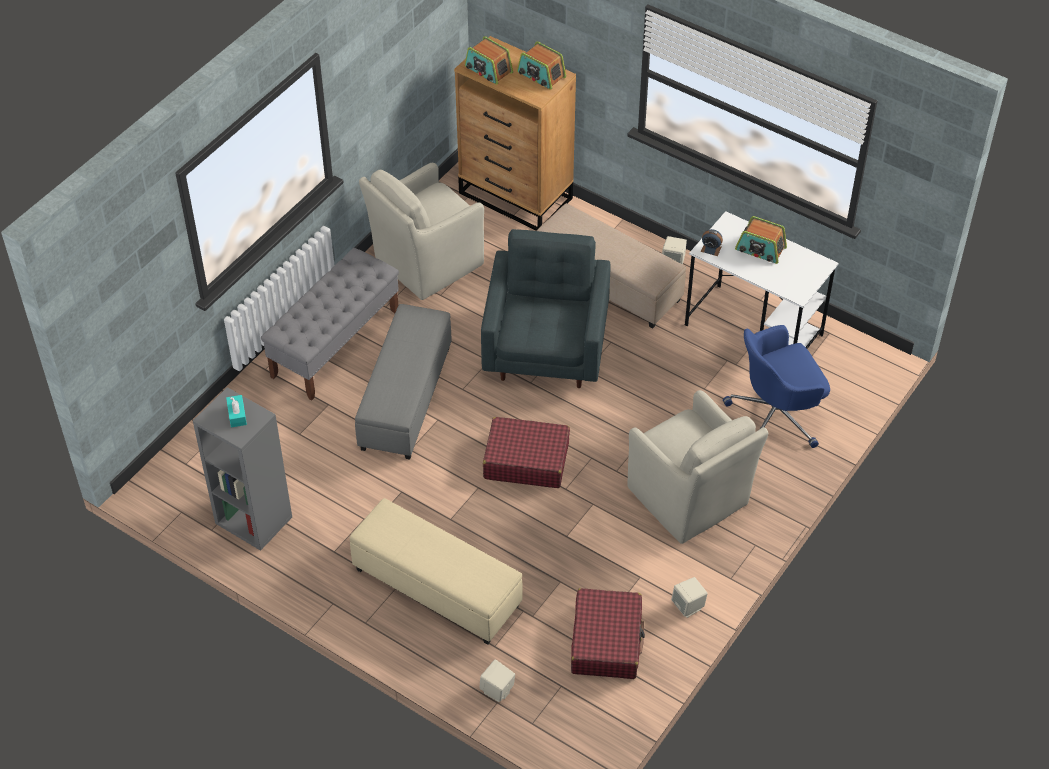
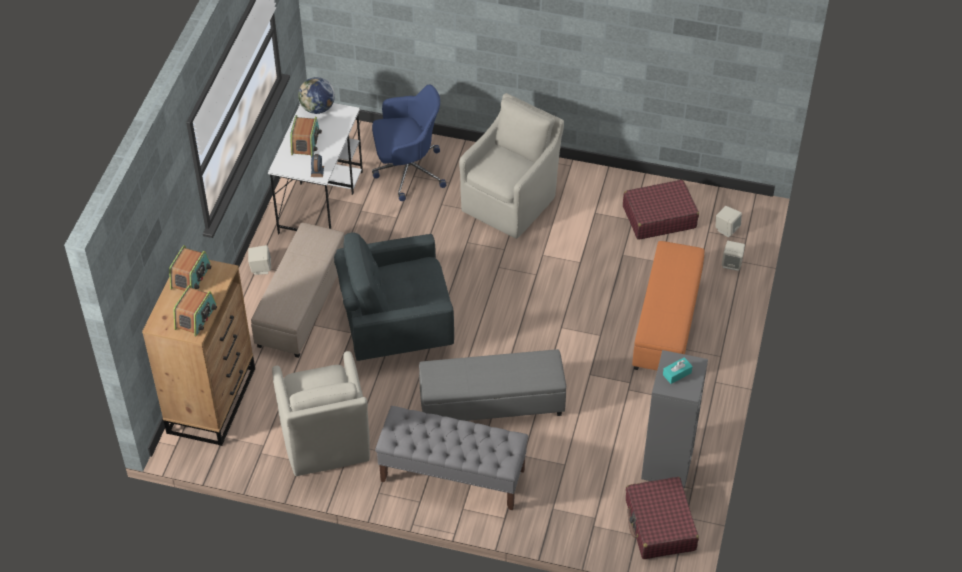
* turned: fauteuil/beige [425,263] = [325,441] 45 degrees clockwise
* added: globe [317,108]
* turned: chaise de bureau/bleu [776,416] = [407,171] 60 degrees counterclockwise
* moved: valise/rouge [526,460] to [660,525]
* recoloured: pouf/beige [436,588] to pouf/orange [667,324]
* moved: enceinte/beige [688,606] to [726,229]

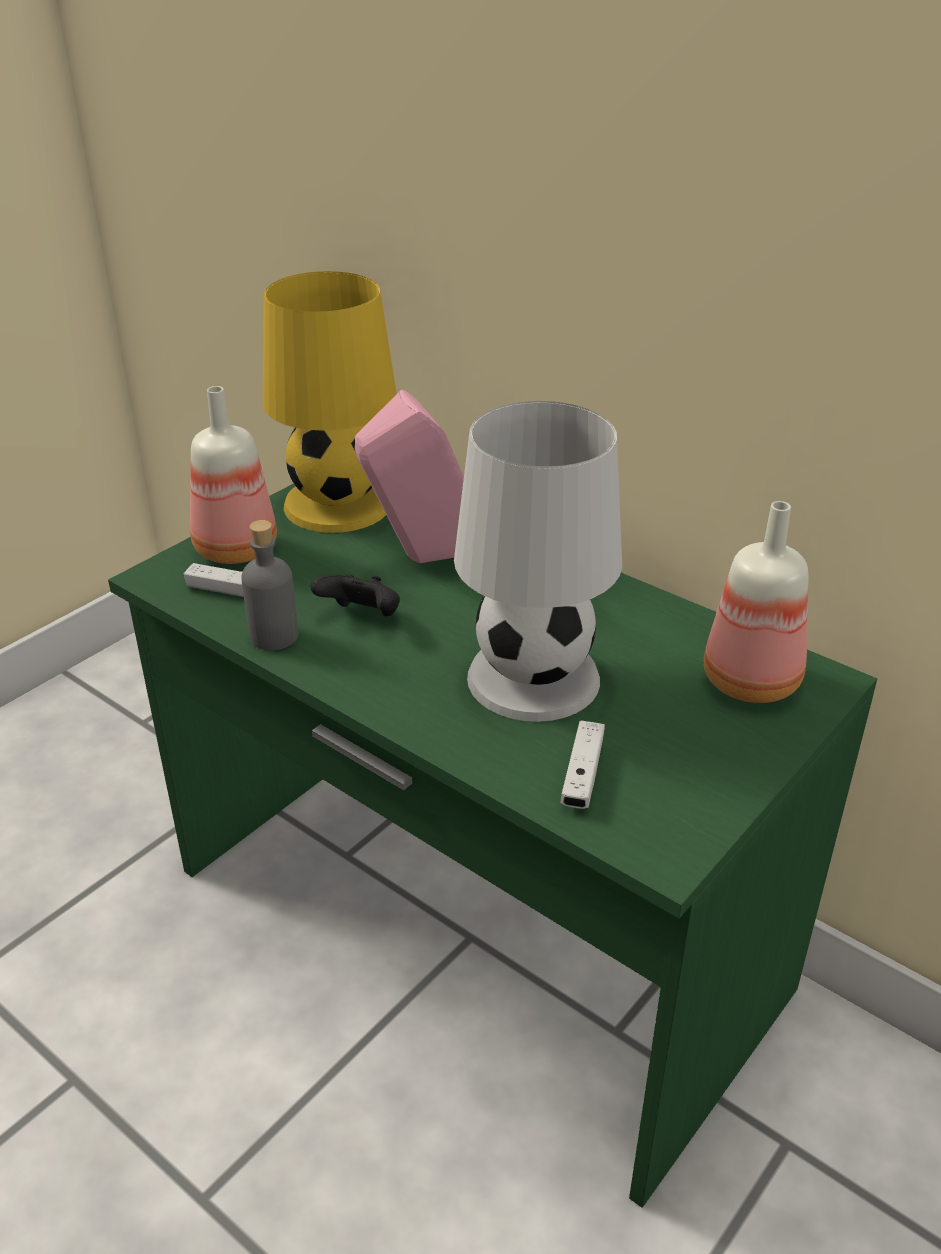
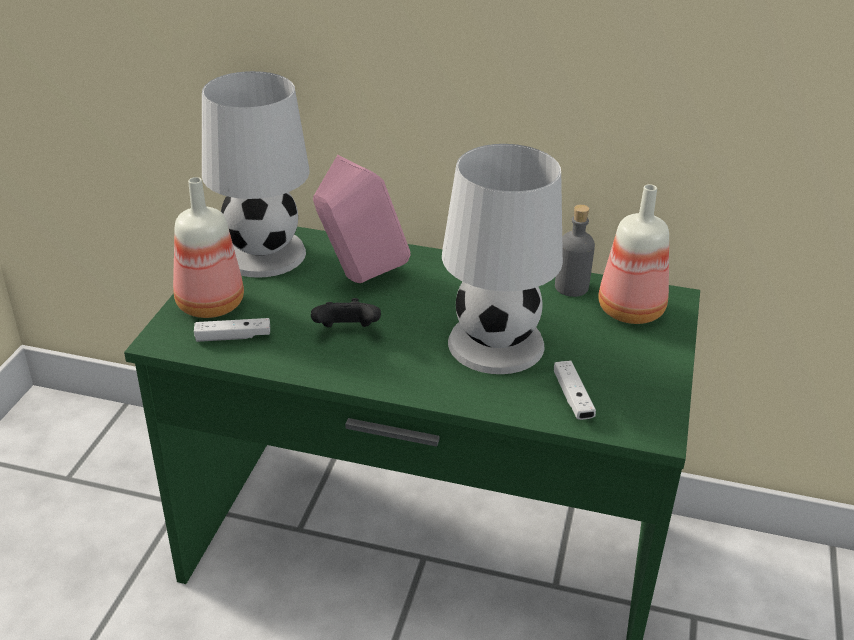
* recoloured: lampe de table/jaune [339,504] to lampe de table/blanc [264,253]
* moved: bouteille/gris [274,636] to [571,287]

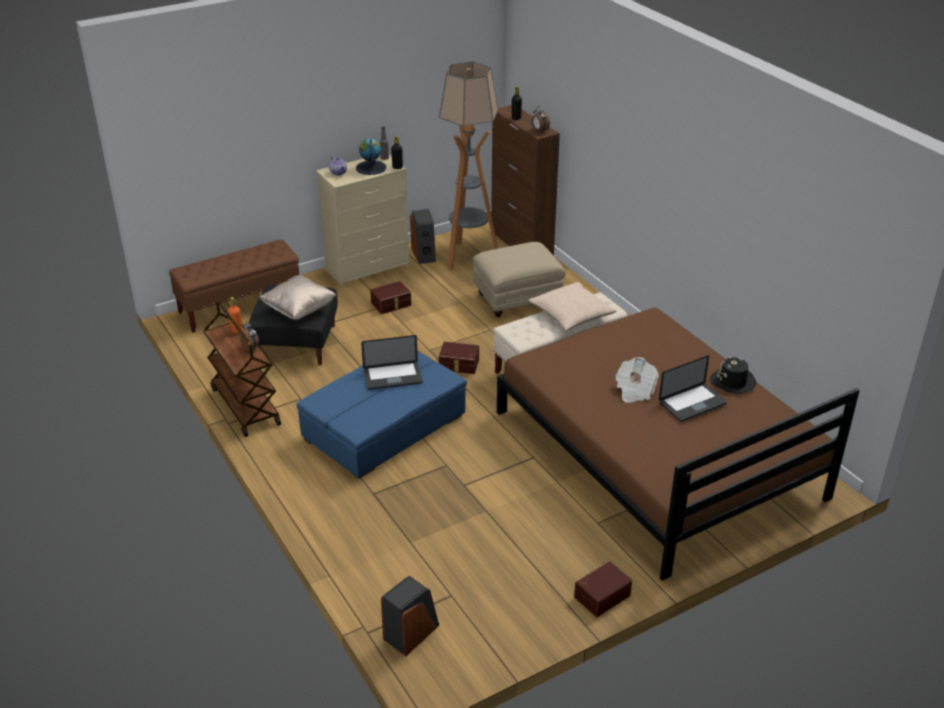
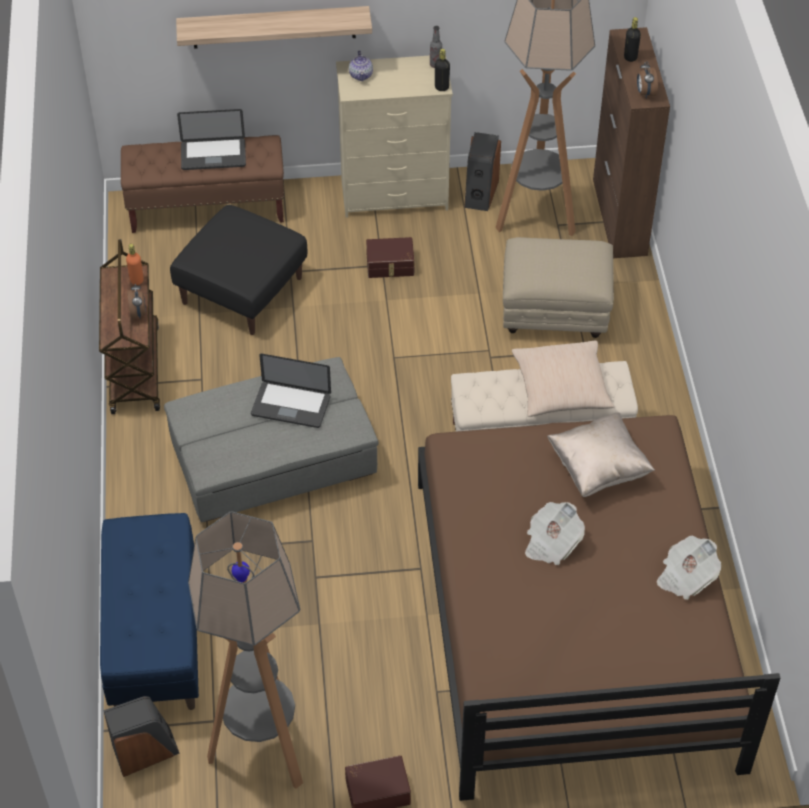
* added: banc/bleu [154,636]
* recoloured: pouf/bleu [384,427] to pouf/gris [273,458]
* added: étagère [274,27]
* moved: ordinateur portable [692,403] to [213,155]
* added: lampadaire [263,748]
* moved: coussin/beige [299,310] to [598,468]
* replaced: chapeau/noir [732,382] to journal [685,577]
* removed: globe [371,168]
* removed: boîte de rangement/marron [459,365]

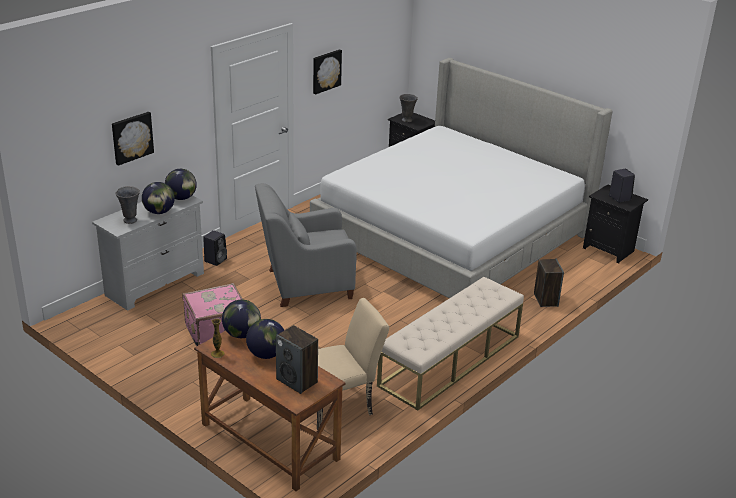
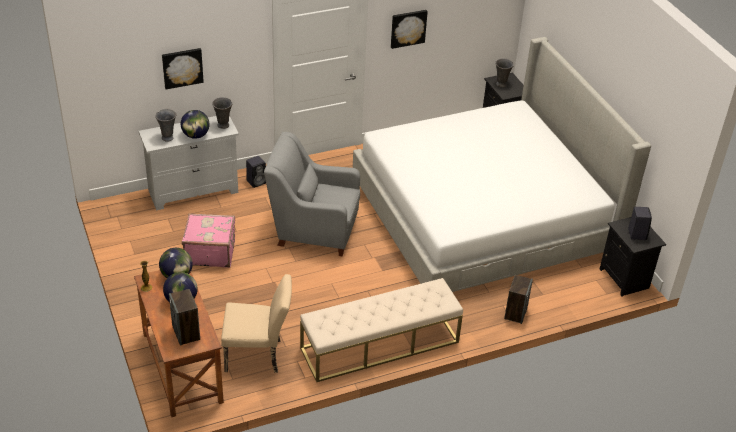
* replaced: globe [181,198] to vase/gris [223,126]

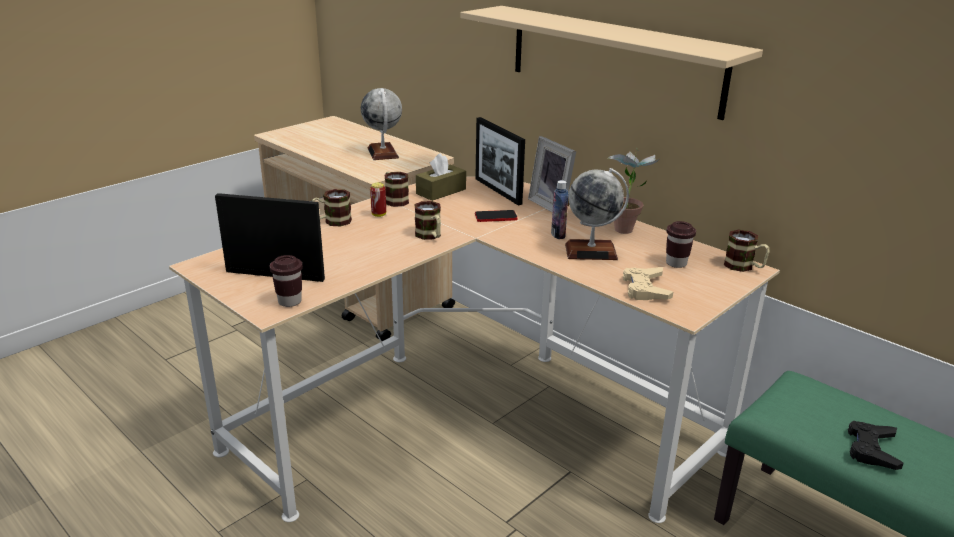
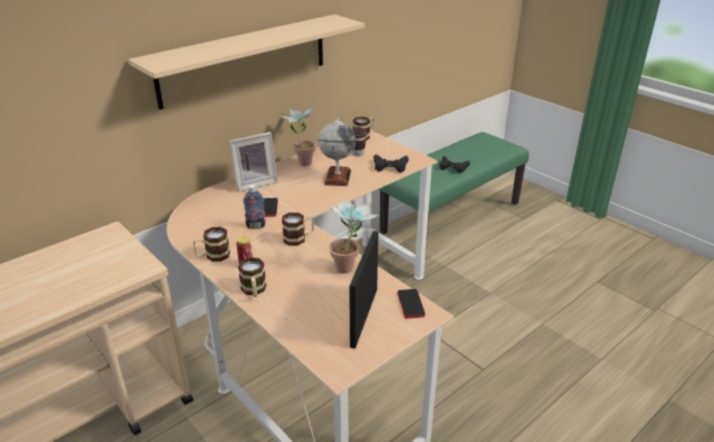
* moved: bouteille [558,235] to [256,226]
* added: plante en pot [351,268]
* recoloured: manette/beige [645,288] to manette/noir [390,166]
* replaced: tasse/marron [290,301] to téléphone [410,304]
* removed: globe [383,153]
* removed: boîte à mouchoirs/marron [441,191]
* removed: cadre photo [498,191]

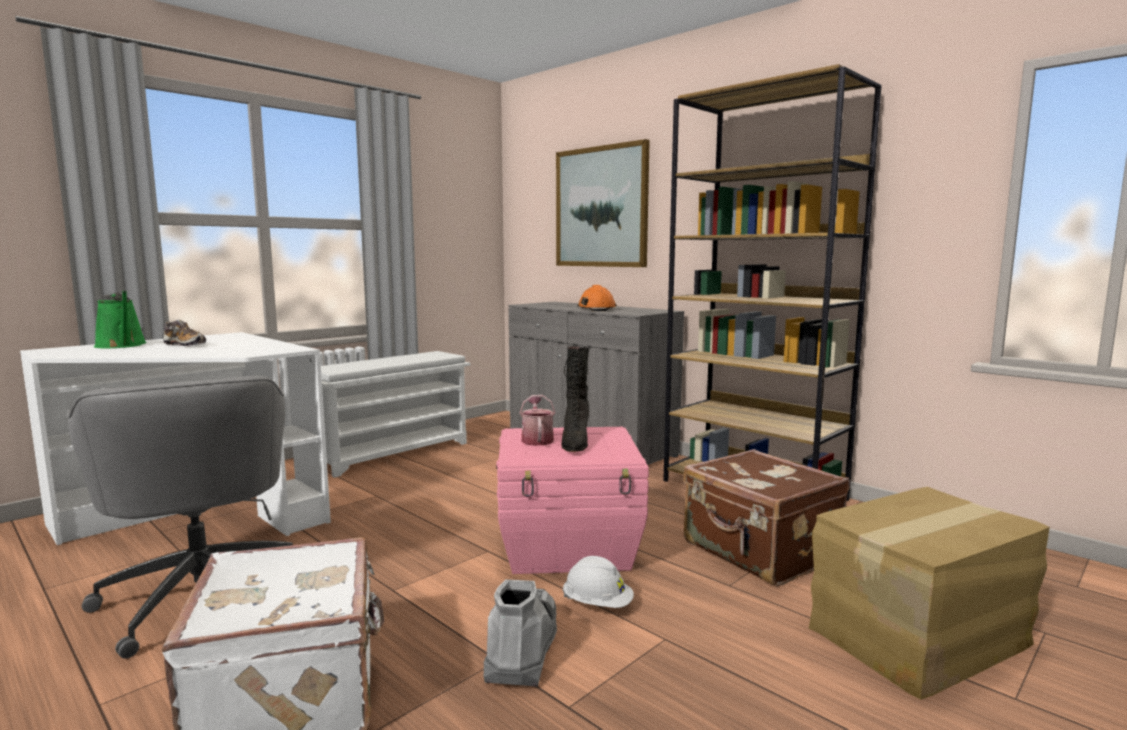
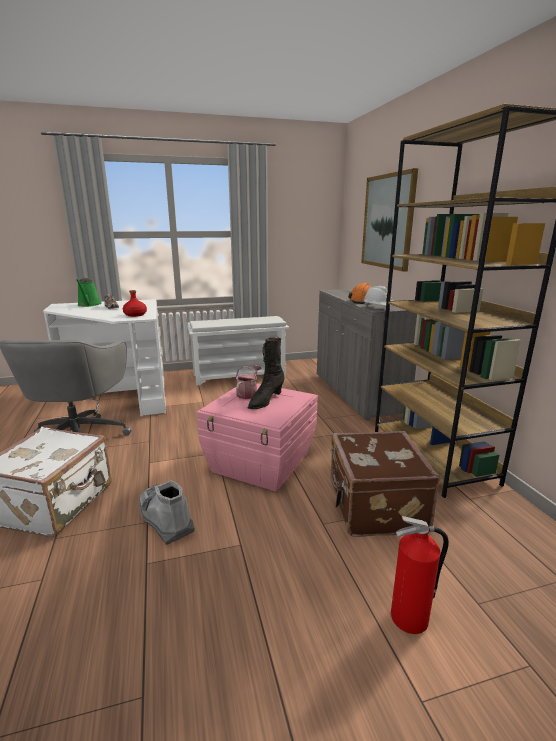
* added: bouteille/rouge [135,315]
* turned: botte/gris [522,648] = [165,519] 75 degrees counterclockwise
* moved: casque de chantier/blanc [597,605] to [378,308]
* replaced: carton [921,637] to extincteur [410,618]

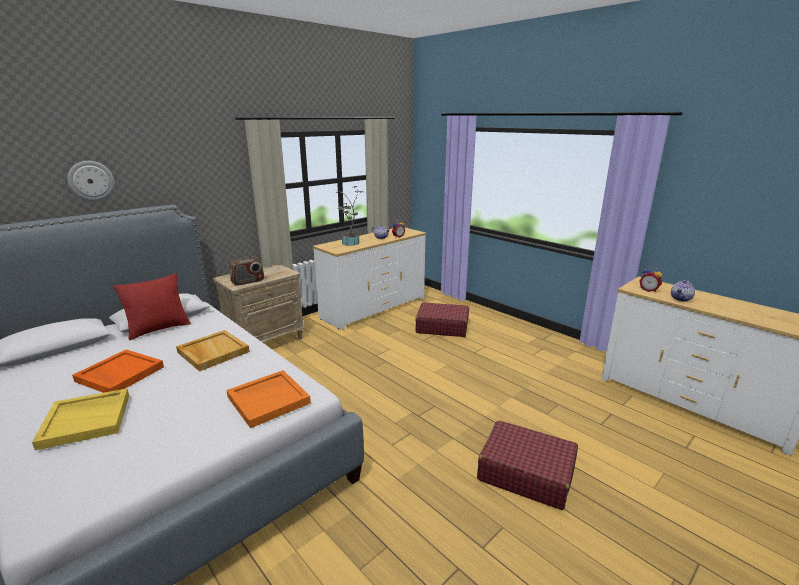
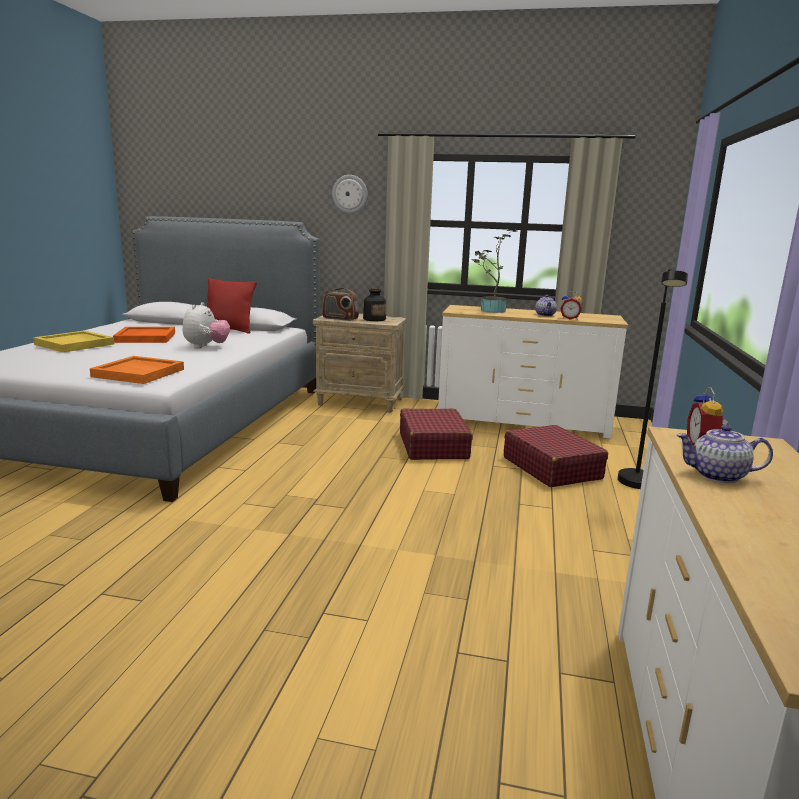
* replaced: plateau/beige [212,352] to peluche [206,347]
* moved: horloge murale [91,180] to [350,194]
* added: bouteille [374,319]
* moved: valise/rouge [525,473] to [433,446]
* added: lampadaire/noir [638,485]

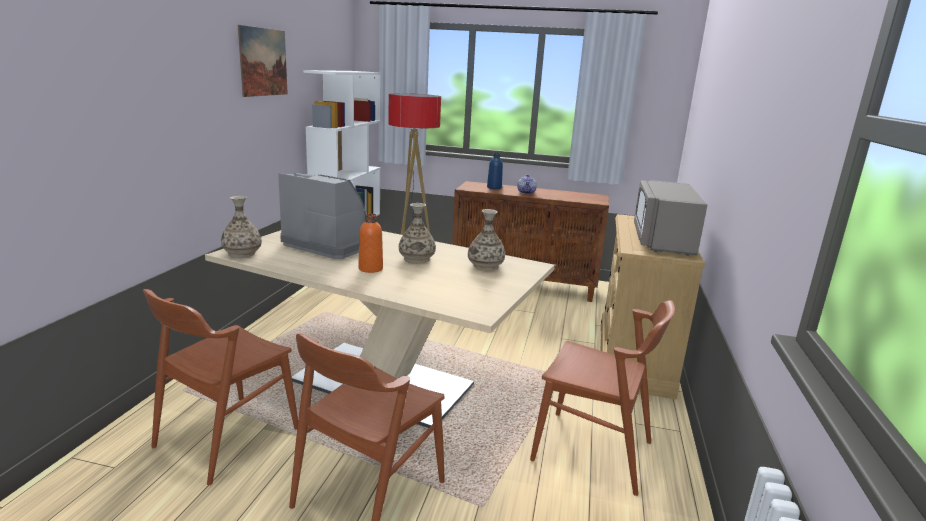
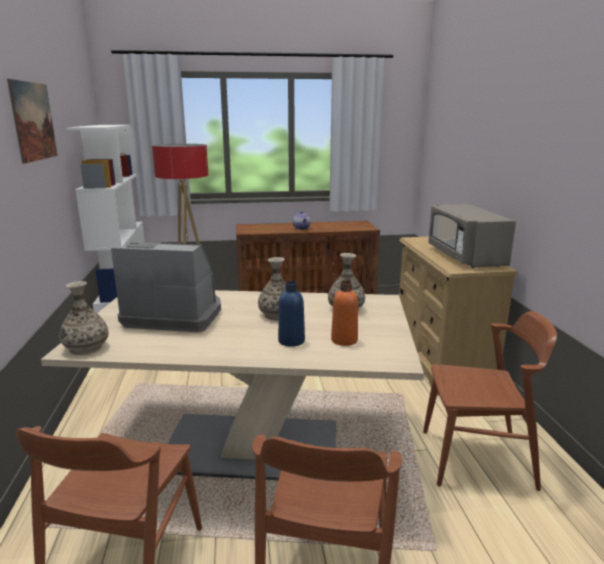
* moved: bouteille/bleu [494,188] to [291,341]
* moved: bouteille/orange [370,269] to [344,340]

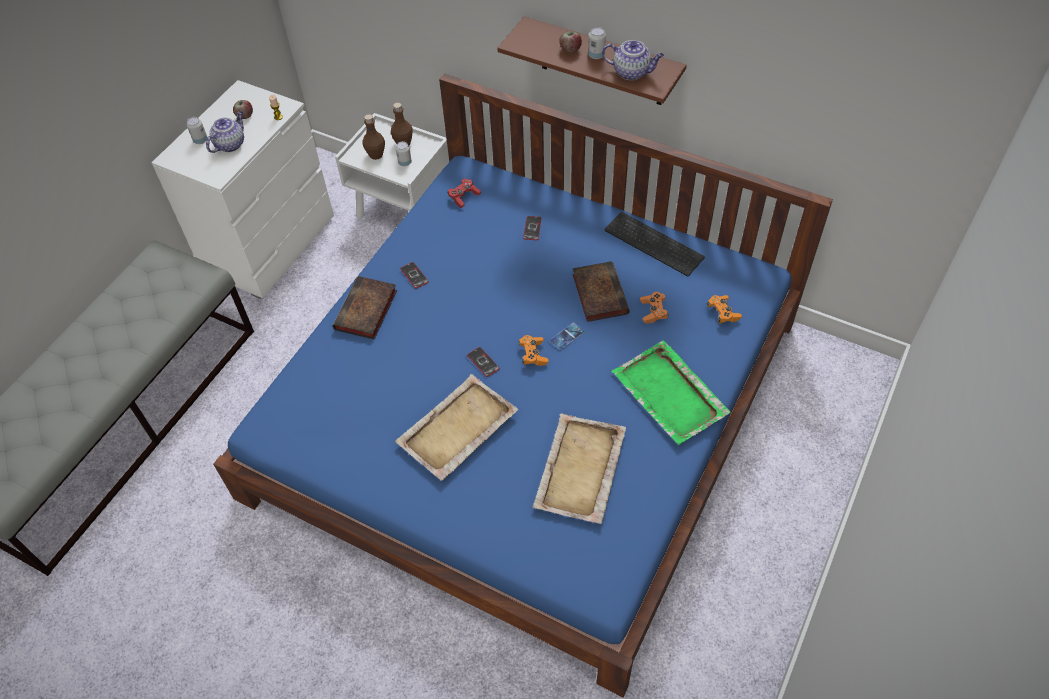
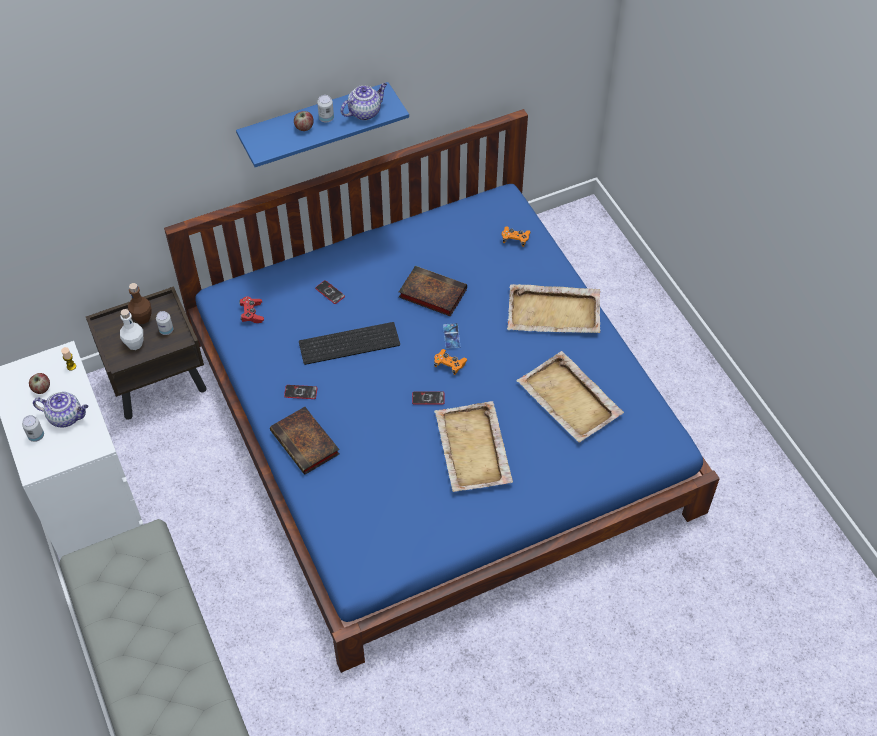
* turned: théière [230,144] = [66,417] 120 degrees clockwise
* recoloured: table de chevet/blanc [404,211] to table de chevet/marron [158,383]
* recoloured: bouteille/marron [376,155] to bouteille/blanc [135,344]
* recoloured: étagère/marron [602,62] to étagère/bleu [315,124]
* moved: clavier [655,243] to [350,342]
* recoloured: plateau/vert [670,395] to plateau/beige [554,312]
* removed: manette/orange [653,311]

